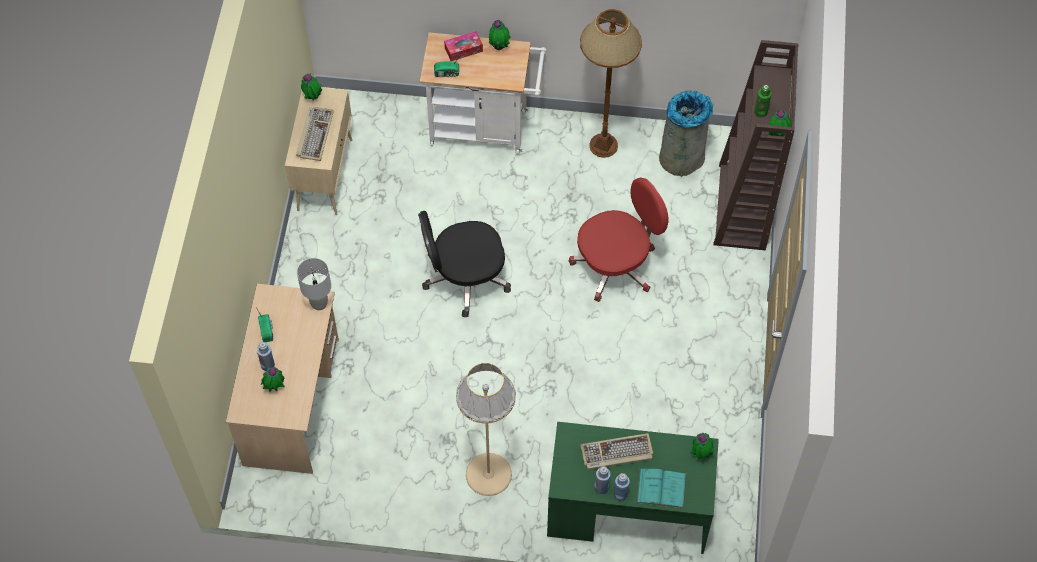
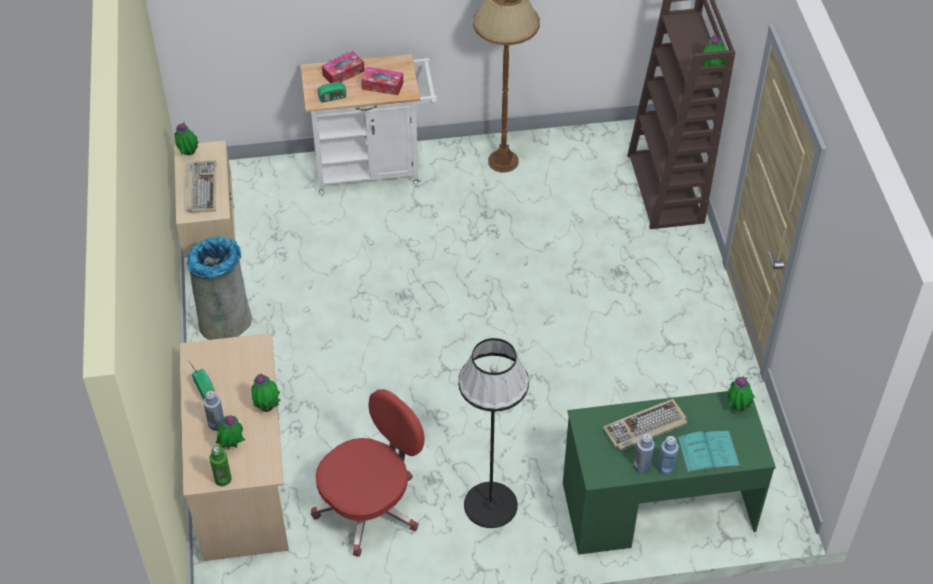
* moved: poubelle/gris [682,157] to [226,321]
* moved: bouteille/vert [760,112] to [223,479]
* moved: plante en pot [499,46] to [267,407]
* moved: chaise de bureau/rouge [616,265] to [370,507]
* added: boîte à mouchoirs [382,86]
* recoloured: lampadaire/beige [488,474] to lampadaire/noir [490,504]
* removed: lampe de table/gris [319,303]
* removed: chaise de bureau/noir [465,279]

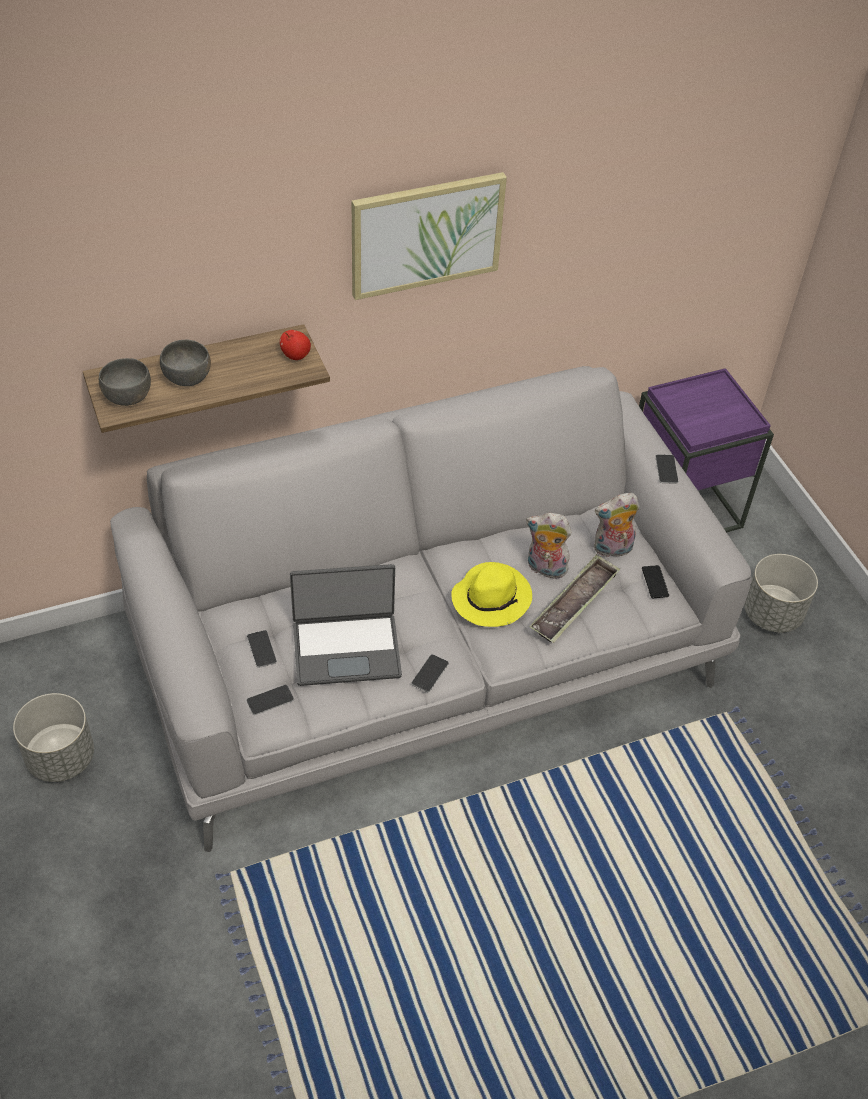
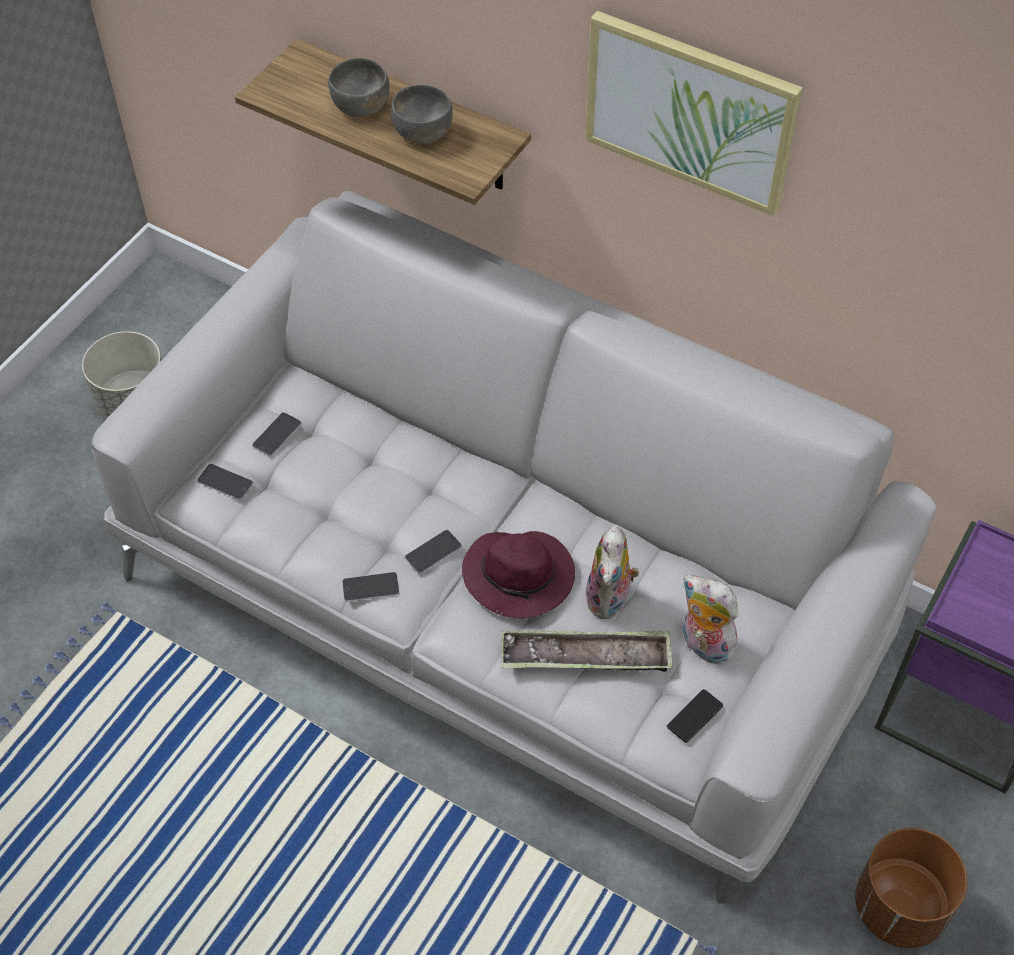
* moved: bol/gris [127,396] to [422,132]
* moved: téléphone [666,469] to [433,552]
* recoloured: chapeau/jaune [492,597] to chapeau/violet [520,576]
* turned: peluche [544,569] = [610,599] 150 degrees counterclockwise
* recoloured: cache-pot/gris [772,614] to cache-pot/marron [899,908]
* removed: pomme [295,355]
* removed: ordinateur portable [346,648]

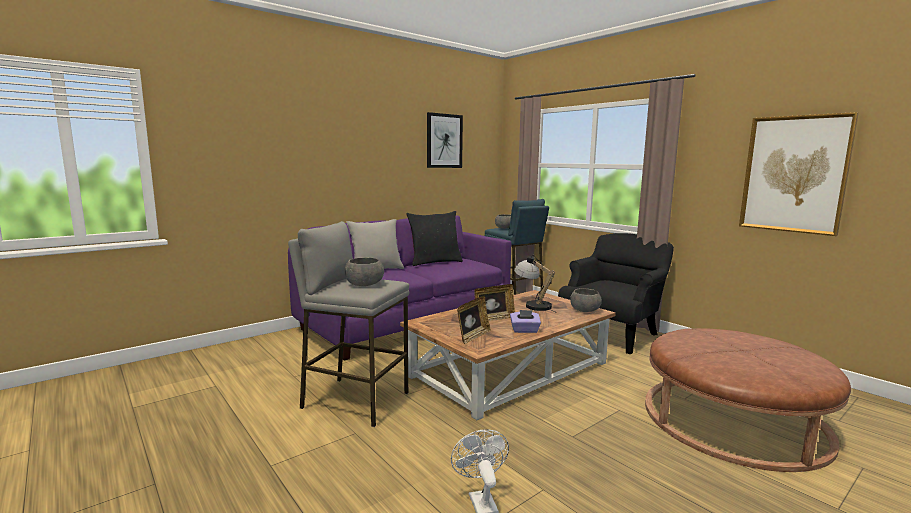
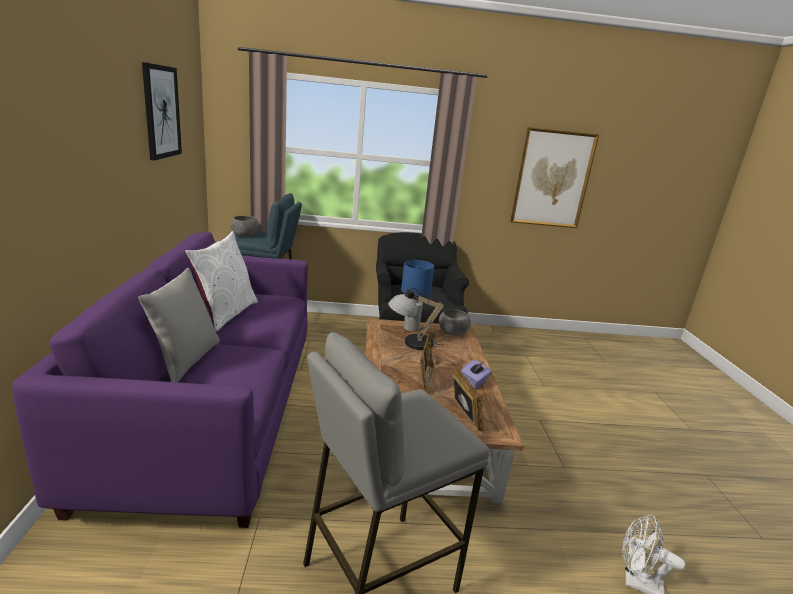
* recoloured: coussin/noir [434,262] to coussin/blanc [225,313]
* added: lampe de table/bleu [411,328]
* removed: bol/gris [364,284]
* removed: pouf/marron [733,419]

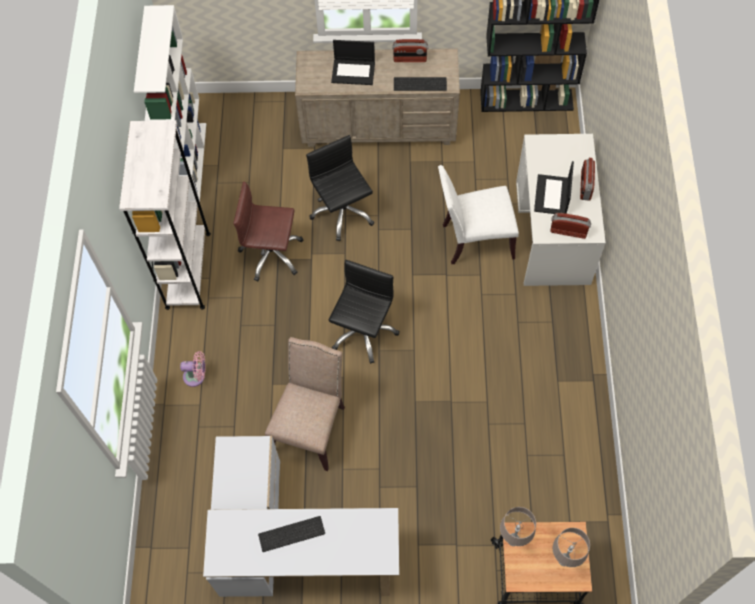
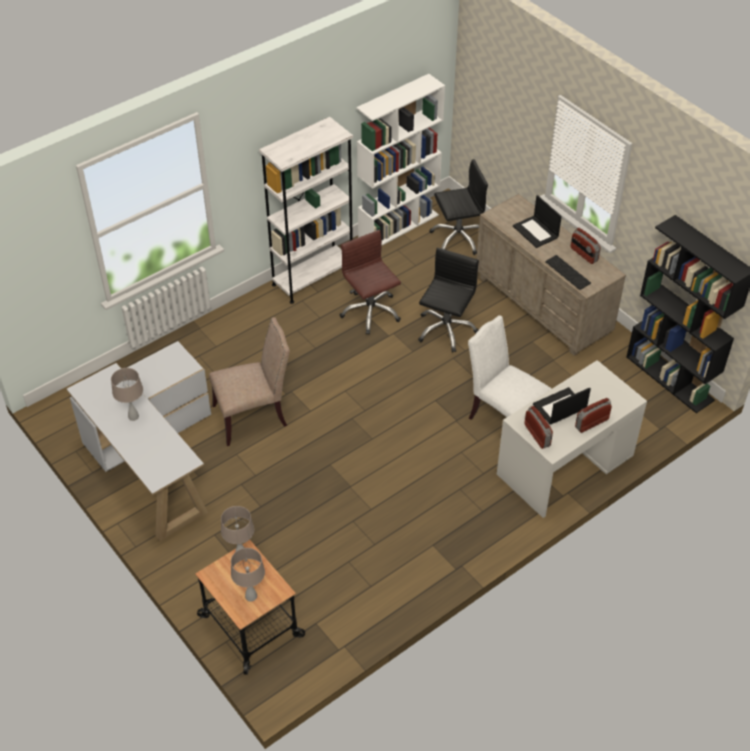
* replaced: clavier [291,535] to lampe de table/beige [133,416]
* moved: chaise de bureau/noir [363,331] to [458,238]
* removed: ventilateur/rose [196,376]

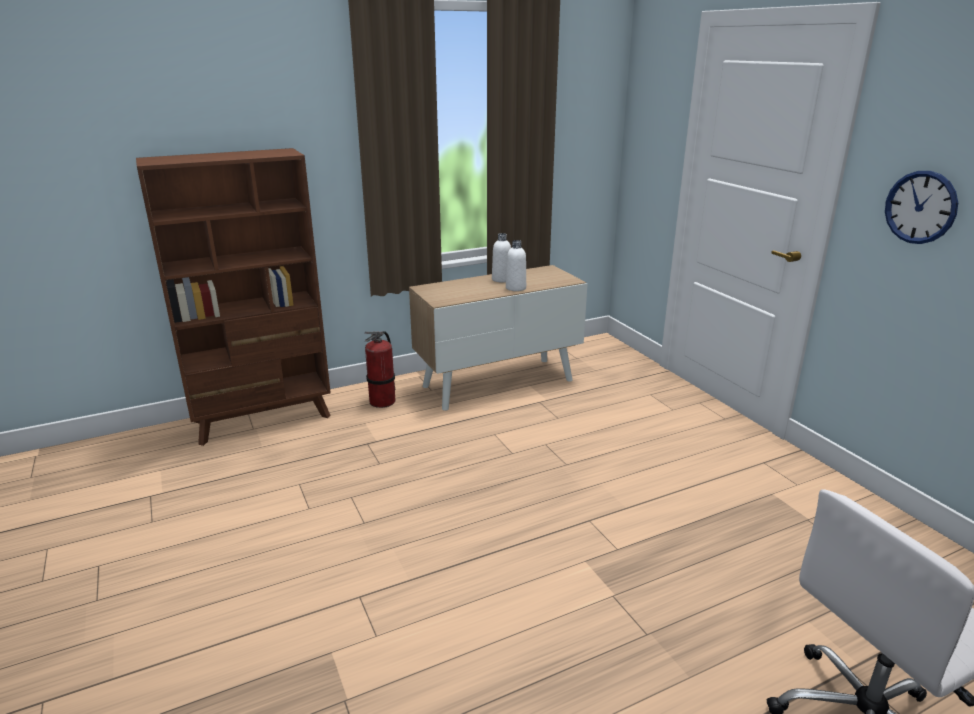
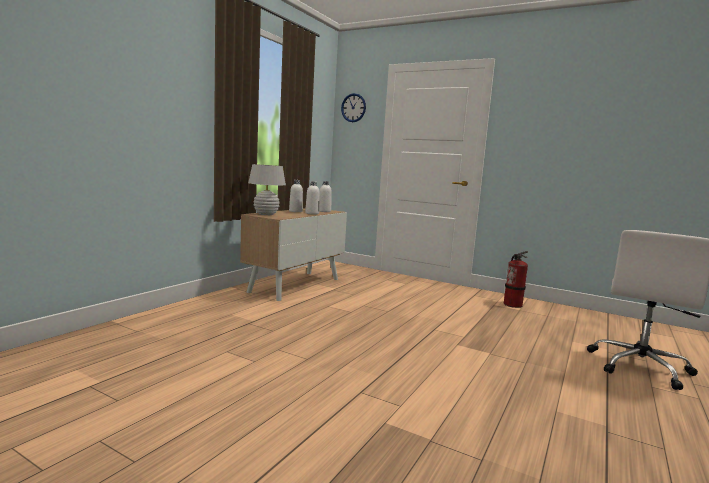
* added: lampe de table/blanc [266,214]
* added: bouteille/blanc [324,211]
* moved: horloge murale [920,207] to [353,107]
* moved: extincteur [383,401] to [513,304]
* removed: bibliothèque/marron [264,419]

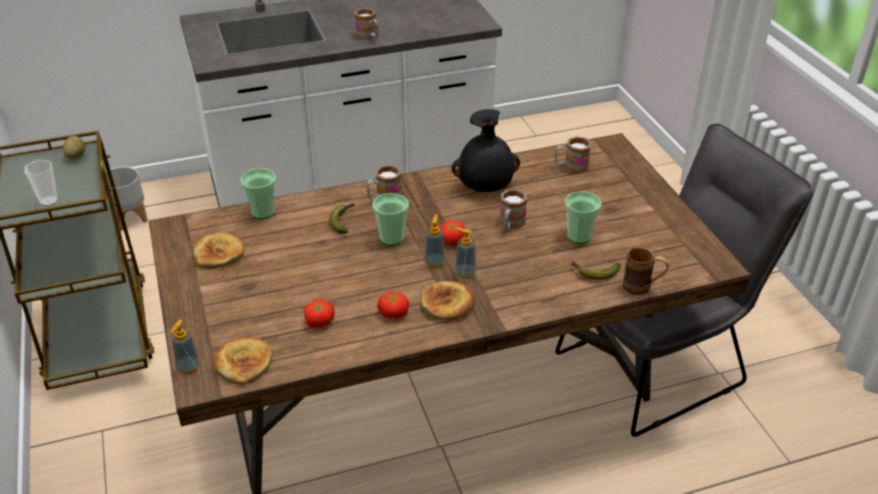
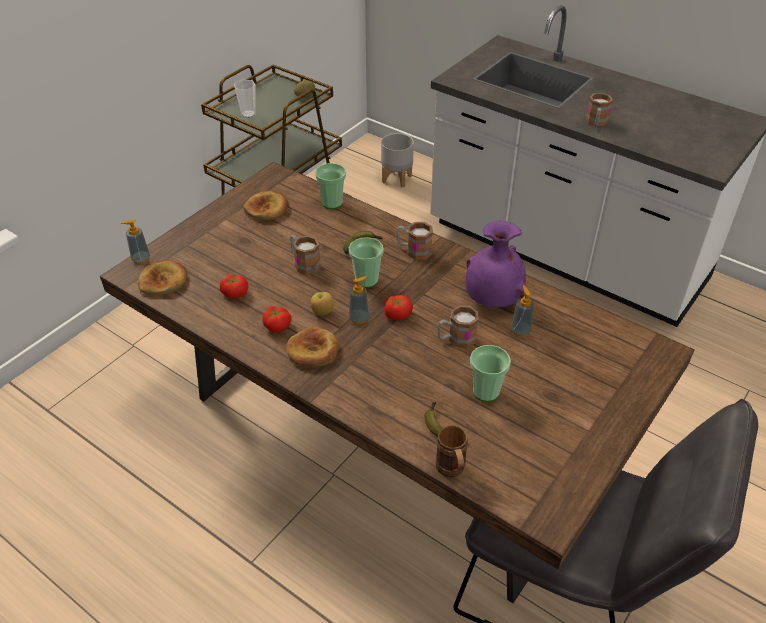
* moved: mug [571,167] to [304,263]
* added: pomme [322,312]
* recoloured: vase/noir [485,187] to vase/violet [492,299]
* moved: distributeur de savon [465,273] to [520,331]

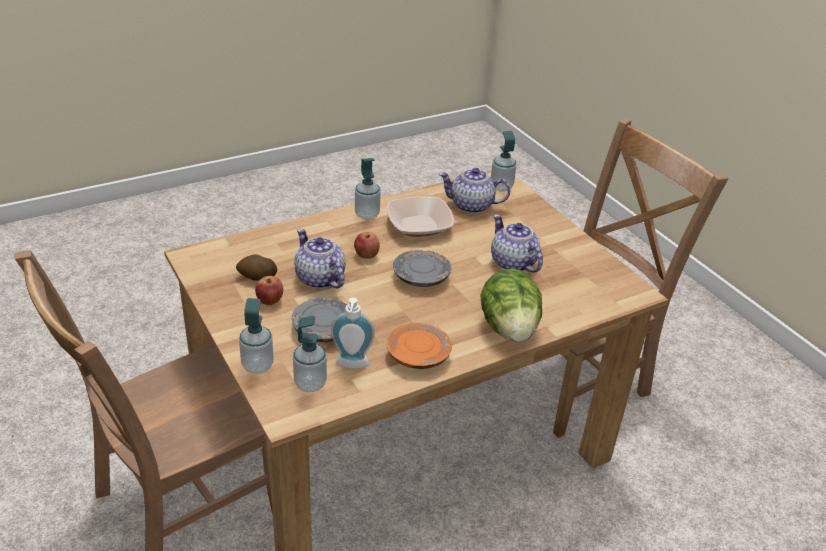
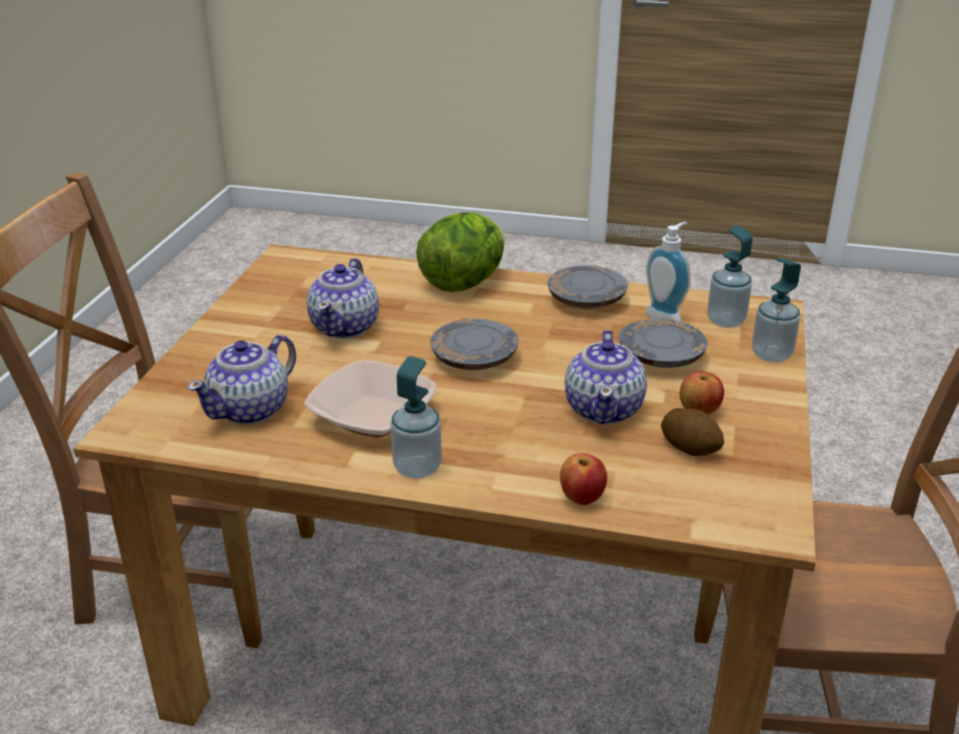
* turned: théière [472,206] = [251,409] 75 degrees clockwise
* recoloured: assiette/orange [418,355] to assiette/gris [586,300]
* moved: pomme [366,255] to [582,497]
* removed: distributeur de savon [501,187]

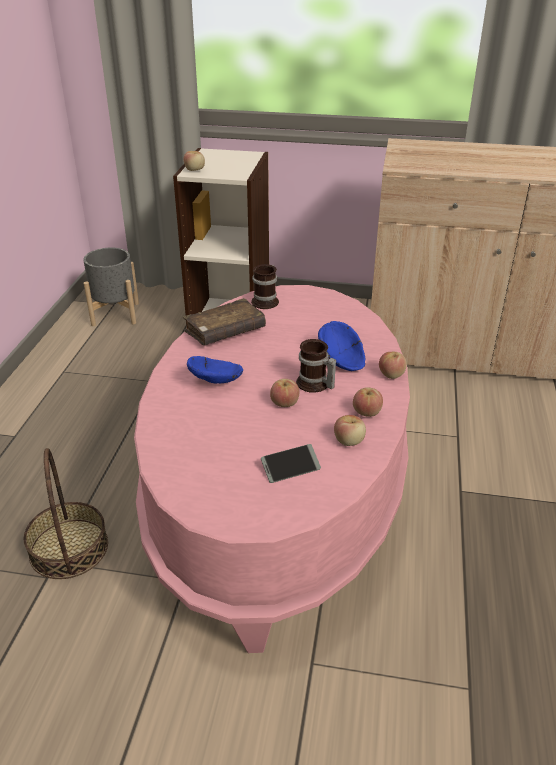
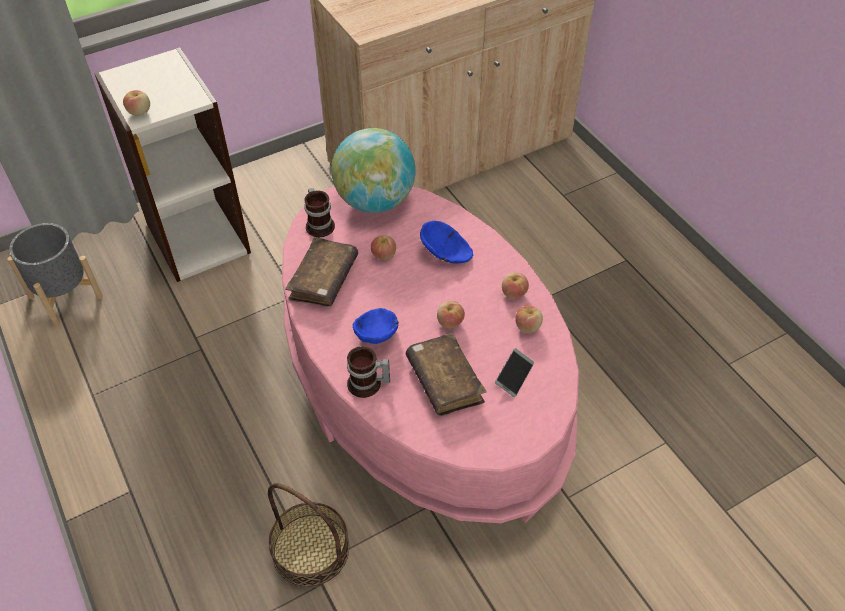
* added: globe [375,201]
* moved: mug [314,385] to [367,385]
* moved: pomme [391,374] to [383,255]
* added: livre/marron [444,381]

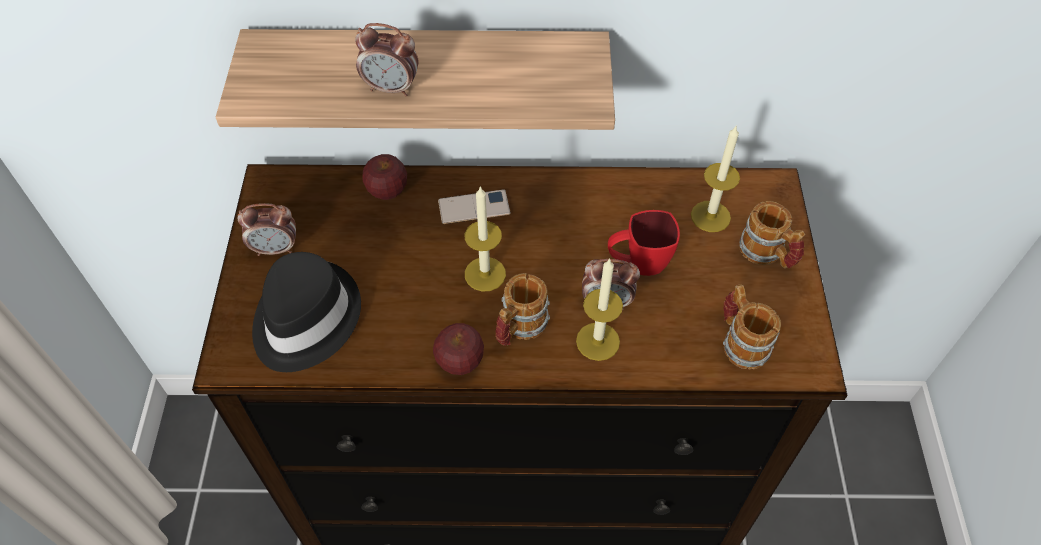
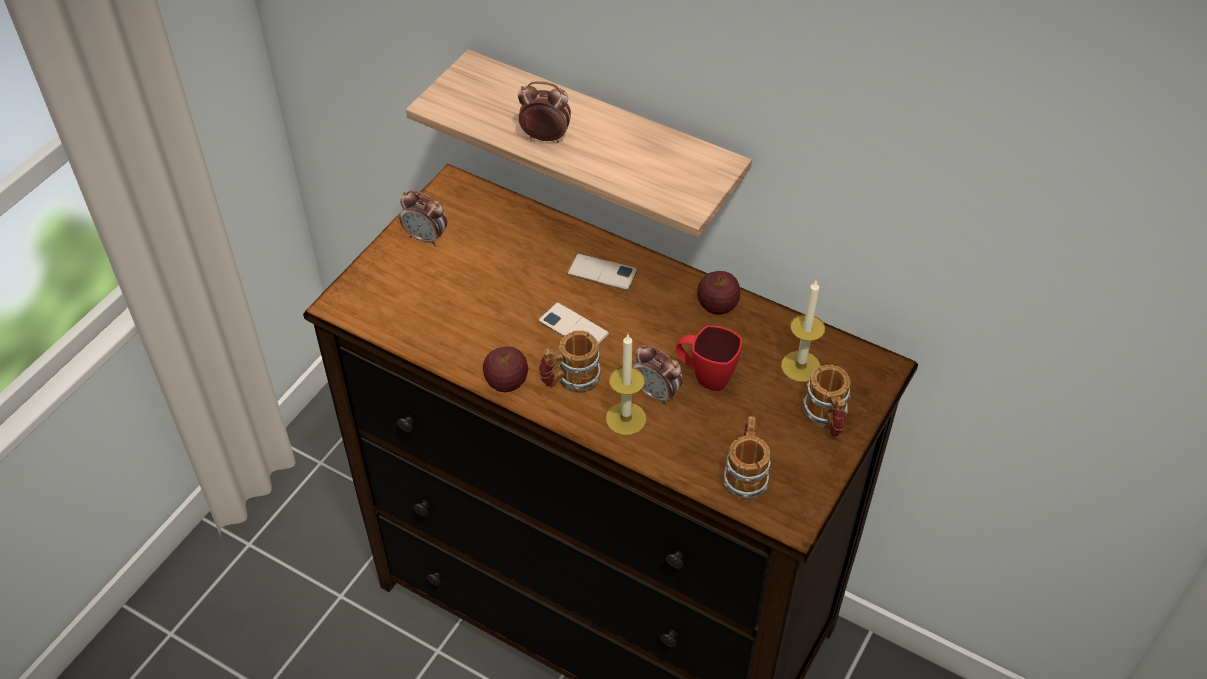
* turned: réveil [391,88] = [545,137] 150 degrees clockwise
* replaced: bougie [485,274] to téléphone [573,328]
* moved: pomme [387,191] to [717,306]
* removed: chapeau/noir [304,319]

